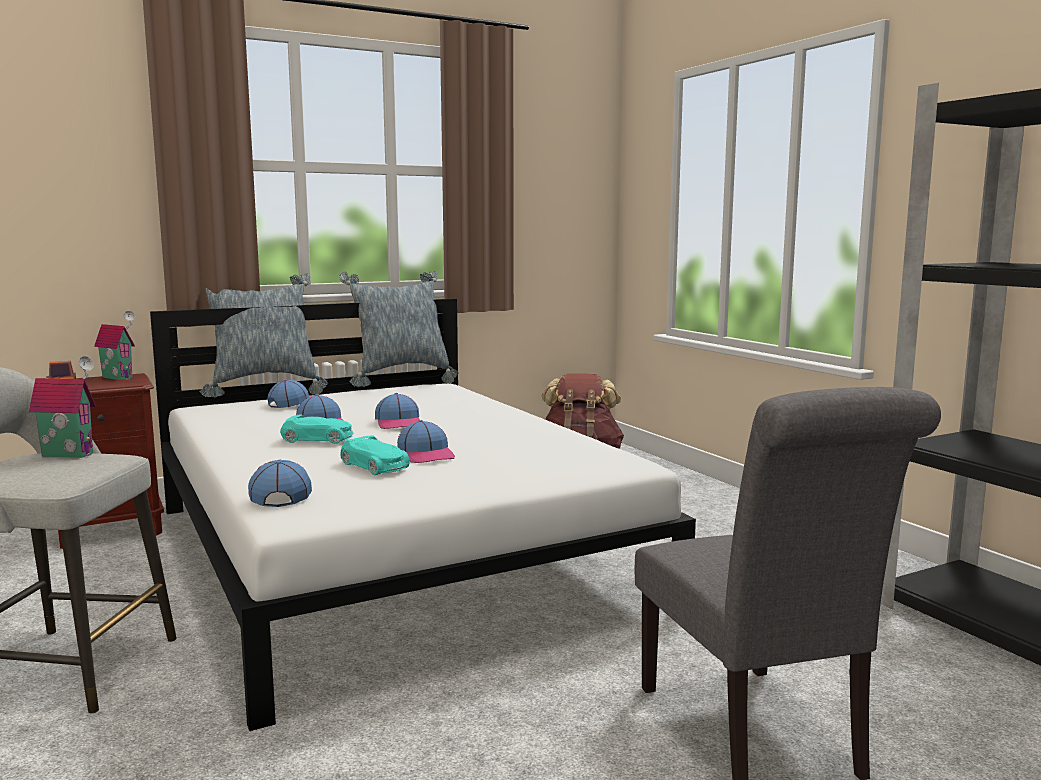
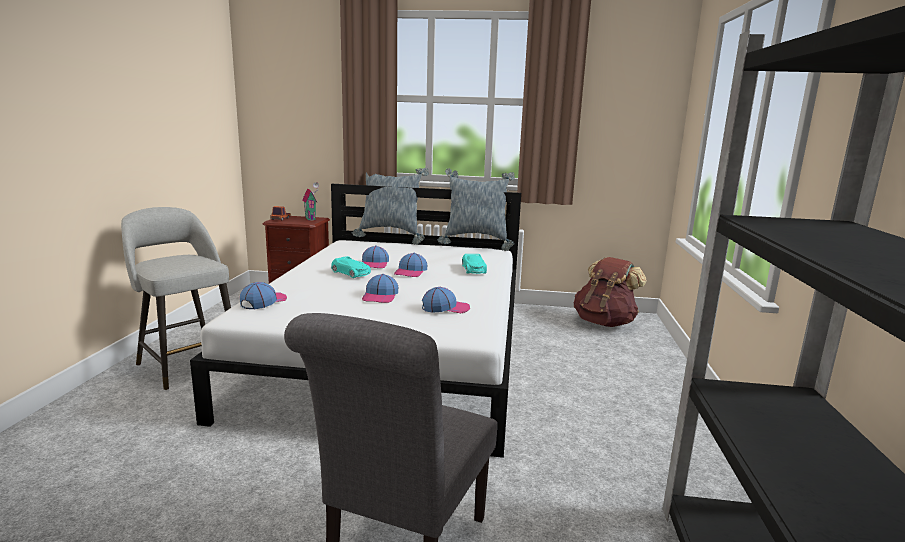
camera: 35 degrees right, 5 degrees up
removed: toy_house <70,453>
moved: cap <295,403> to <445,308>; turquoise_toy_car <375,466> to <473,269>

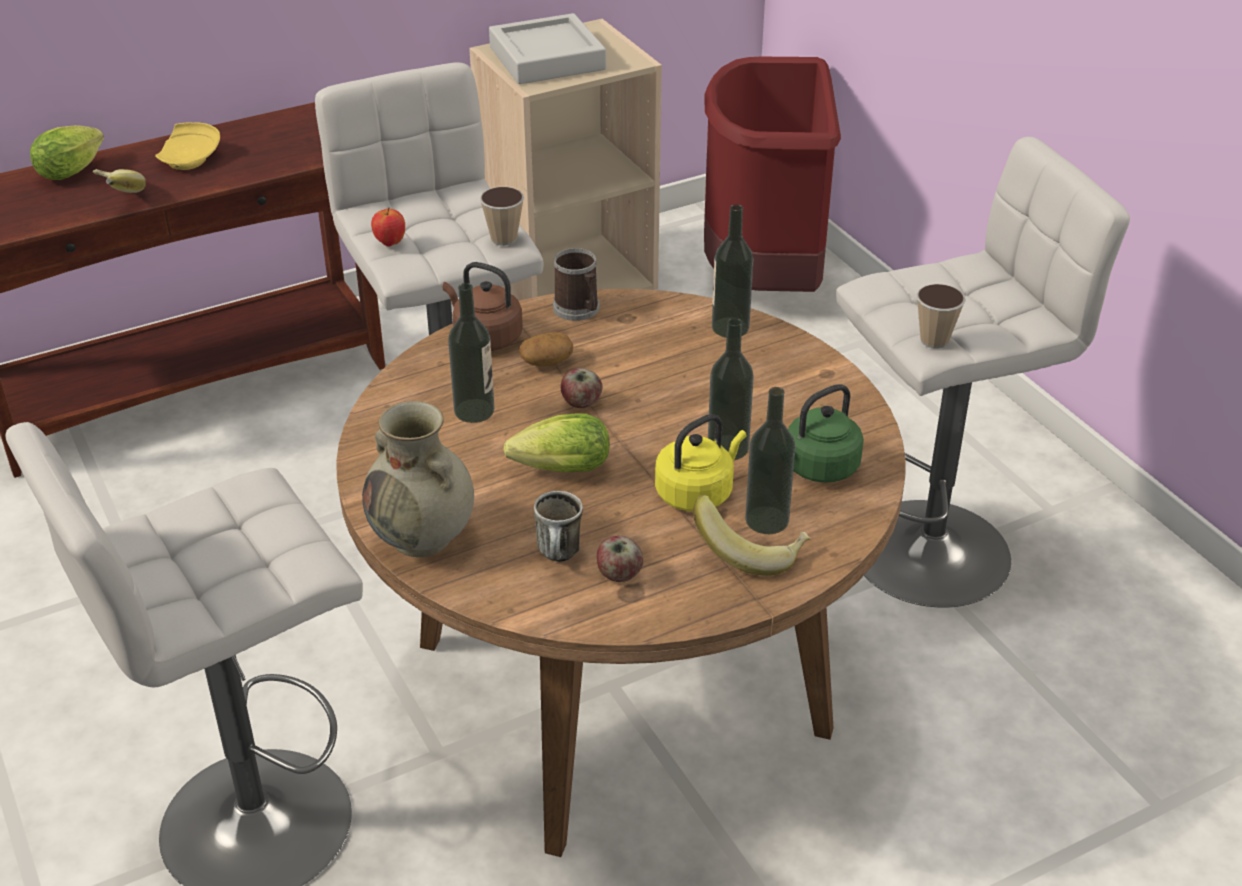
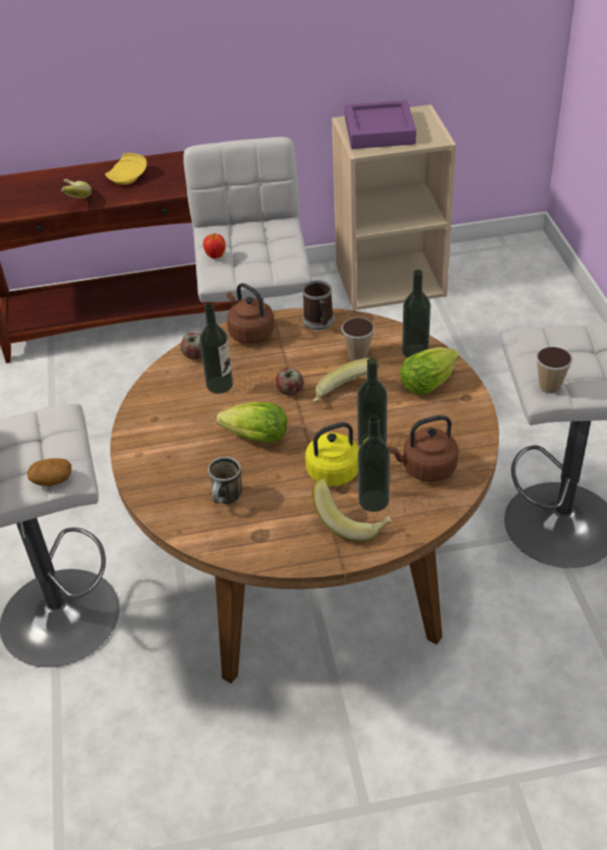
camera: 20 degrees right, 5 degrees up
removed: beige_vase <423,538>; red_trash_can <764,279>
added: banana <344,395>
moved: lettuce <74,170> to <430,382>; cup <504,239> to <358,355>; potato <546,362> to <52,480>; apple <619,575> to <195,355>
recoloured: grey_tray <547,58> to purple_tray <379,131>; green_kettle <817,468> to brown_kettle <426,468>

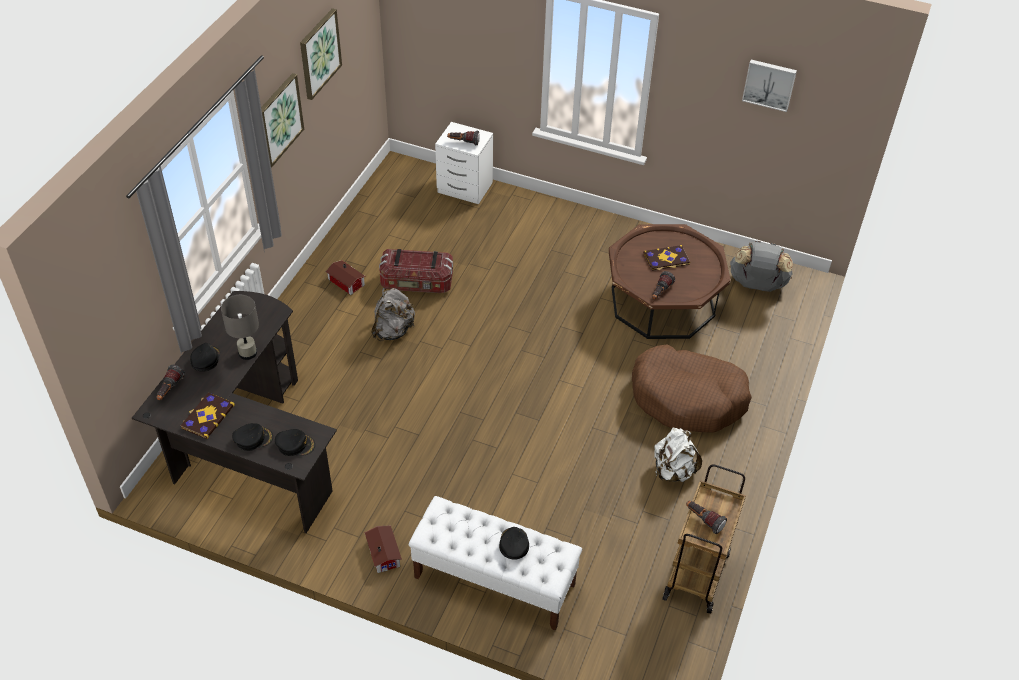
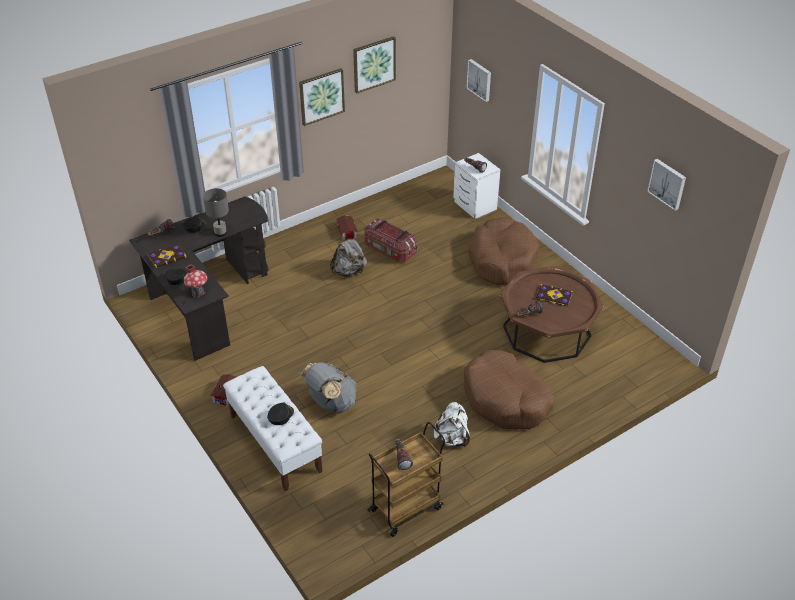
camera: 35 degrees right, 5 degrees down
added: picture <480,79>; brown_dog_bed <502,260>
moved: grey_backpack <757,285> to <331,403>
replaced: black_cap <295,445> to toy_house <198,293>

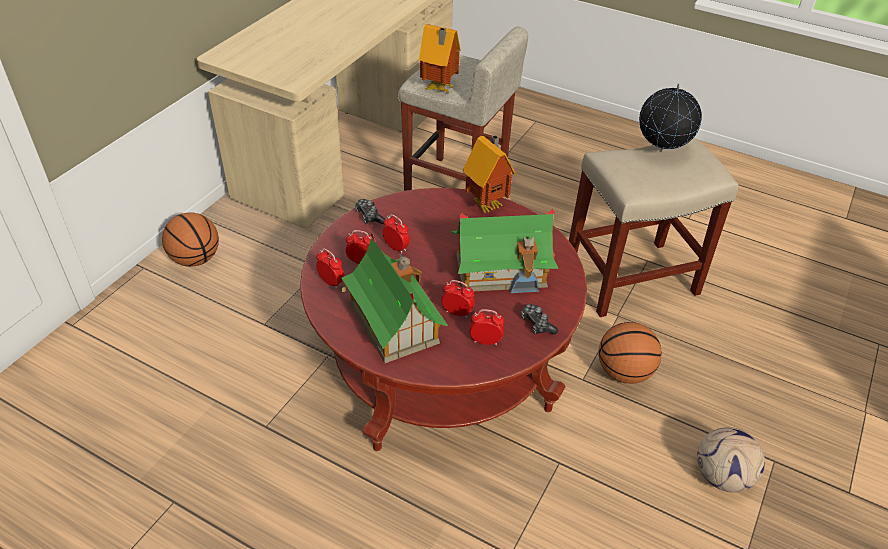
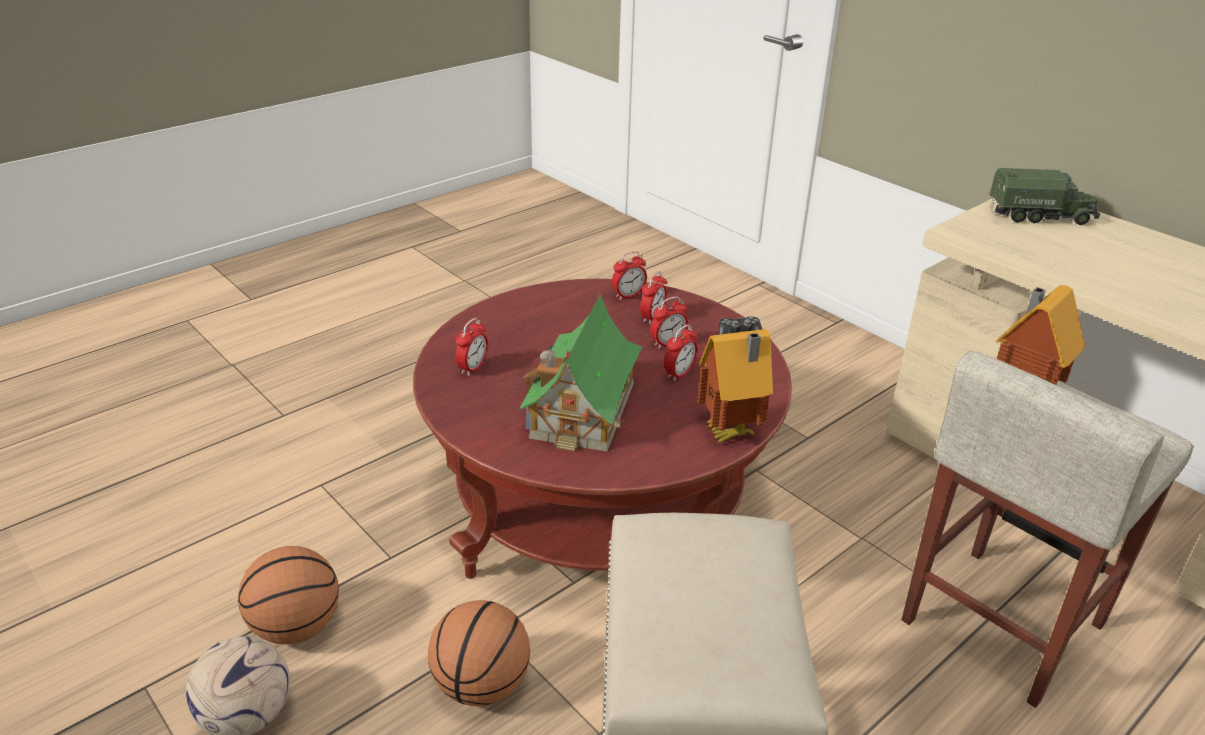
camera: 110 degrees right, 10 degrees down
removed: toy_house <393,321>; game_controller <537,324>; globe <662,151>
added: toy_truck <1040,216>
moved: basketball <196,259> to <296,627>; alarm_clock <457,313> to <679,374>

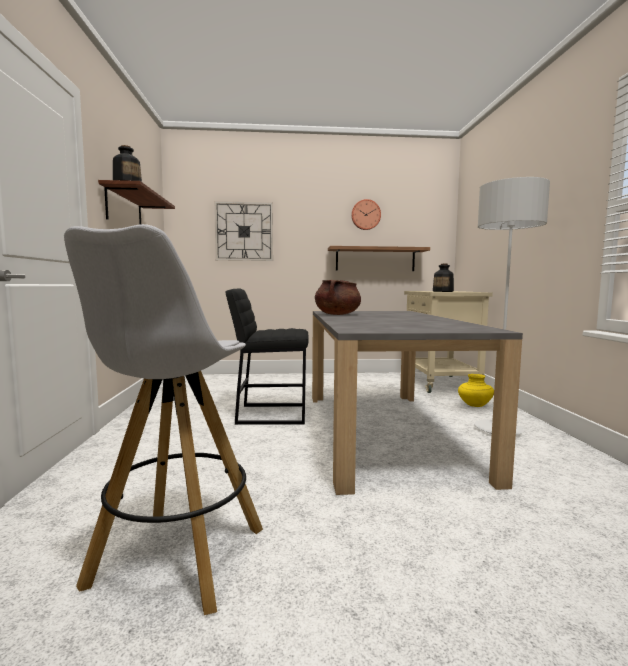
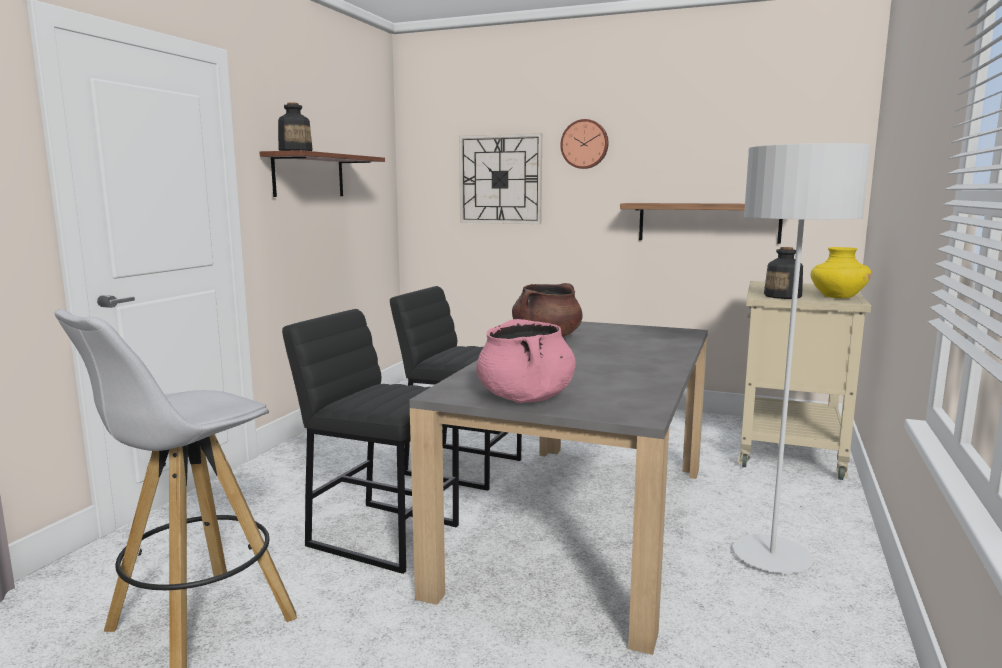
camera: 25 degrees right, 5 degrees up
added: black_chair <380,534>; pink_cooking_pot <525,398>
moved: wall_clock <365,215> to <585,144>; yellow_vase <474,405> to <837,297>

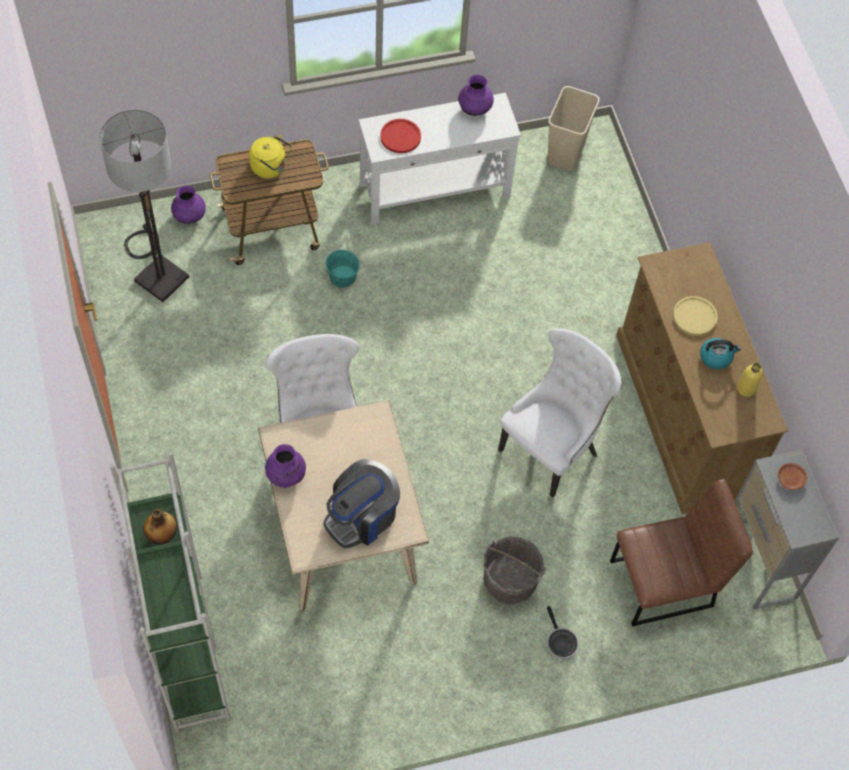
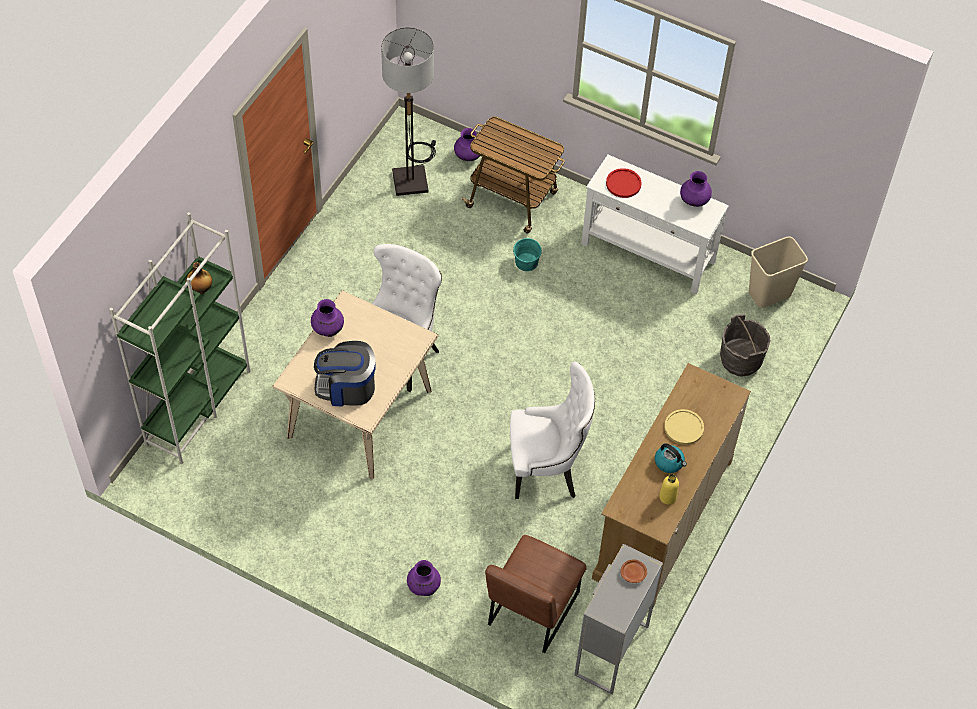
camera: 45 degrees right, 5 degrees down
removed: yellow_kettle <270,167>
moved: grey_bucket <509,582> to <740,360>
replaced: frying_pan <560,642> to purple_vase <423,587>
turned: brown_chair <665,583> = <531,610> 90 degrees clockwise

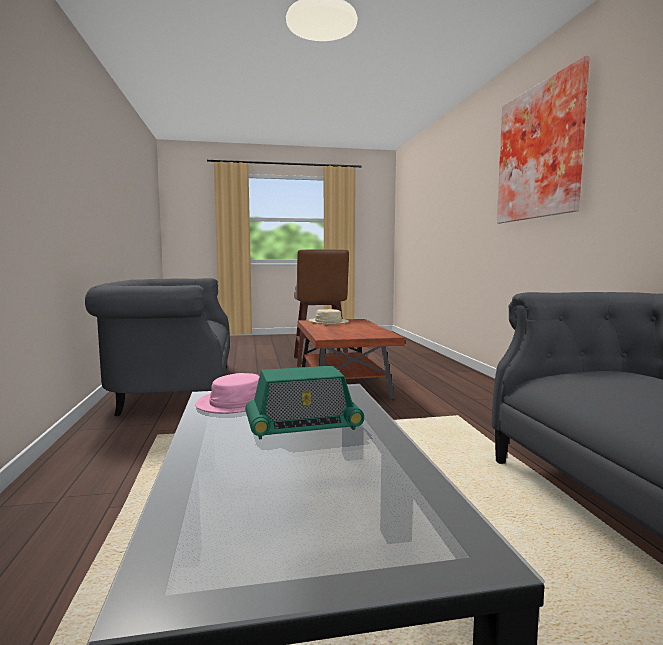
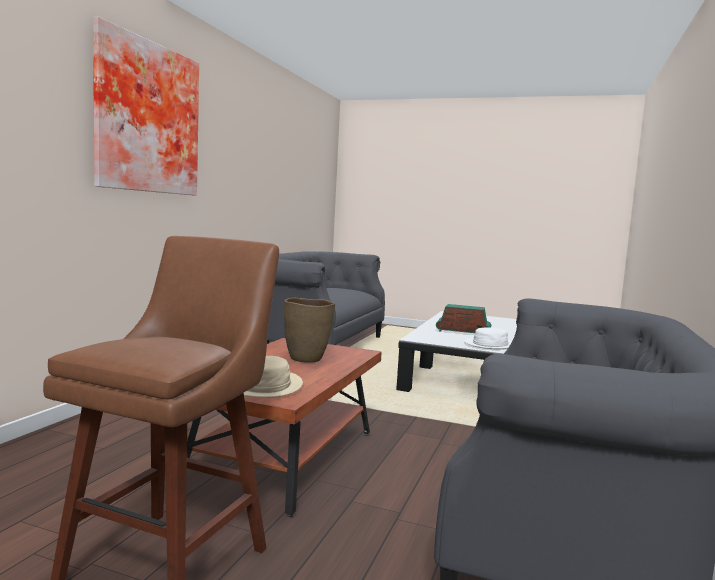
camera: 150 degrees left, 0 degrees up
added: brown_vase <306,359>
recoloured: pink_hat <238,402> to white_hat <490,344>

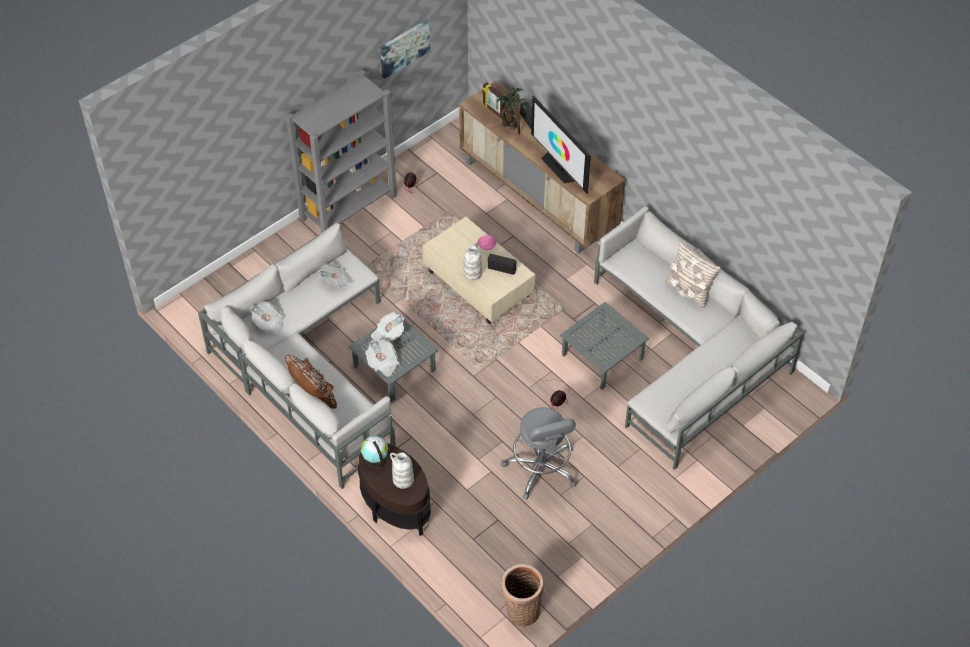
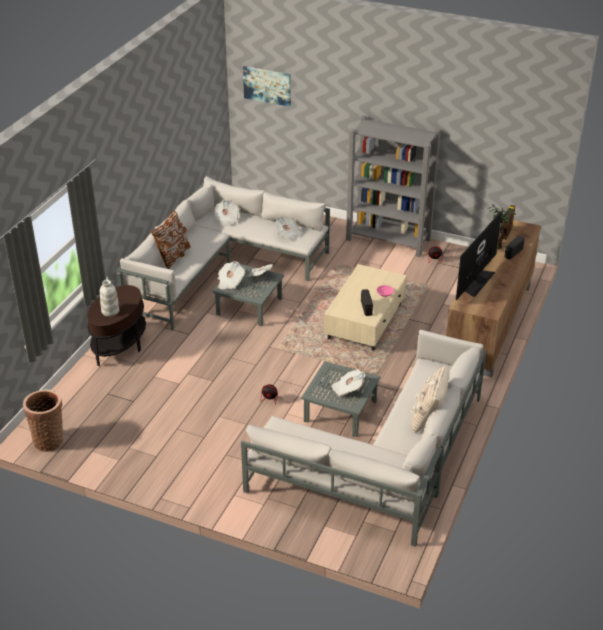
camera: 65 degrees right, 15 degrees down
removed: globe <375,460>; white_vase <472,273>; grey_stool <541,469>
added: newspaper <347,389>
moved: picture <404,48> to <267,85>

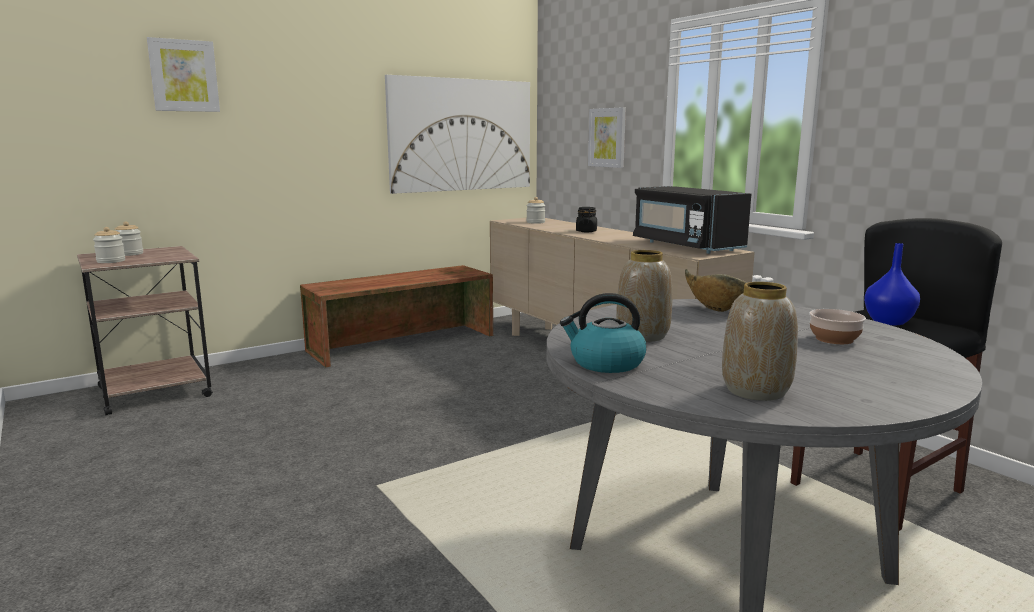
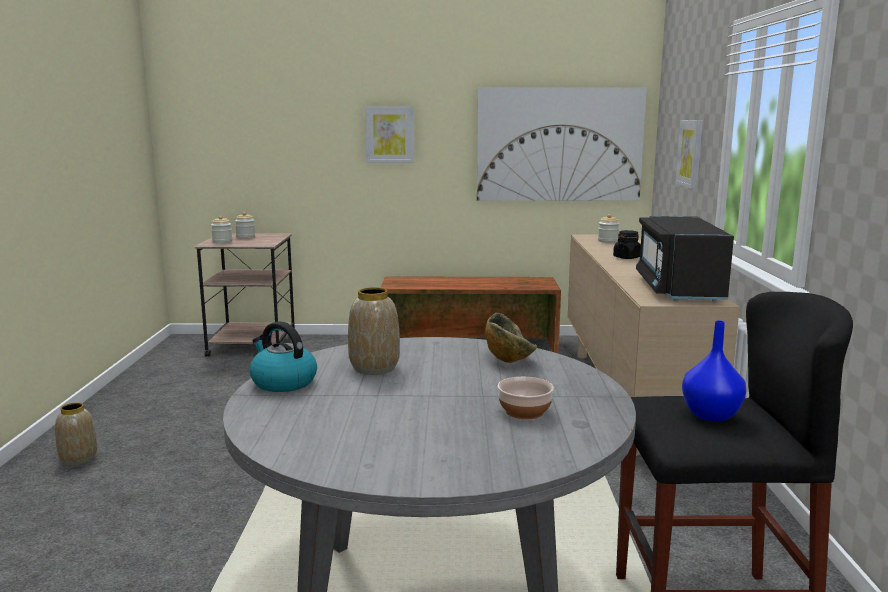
camera: 35 degrees right, 0 degrees up
moved: picture <184,76> to <389,134>; vase <756,391> to <79,459>

